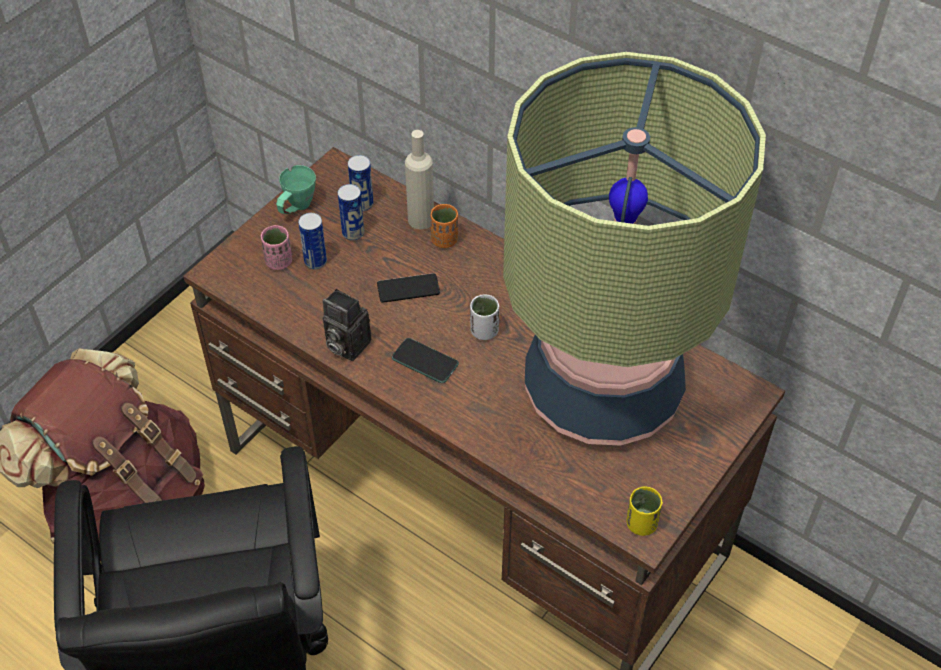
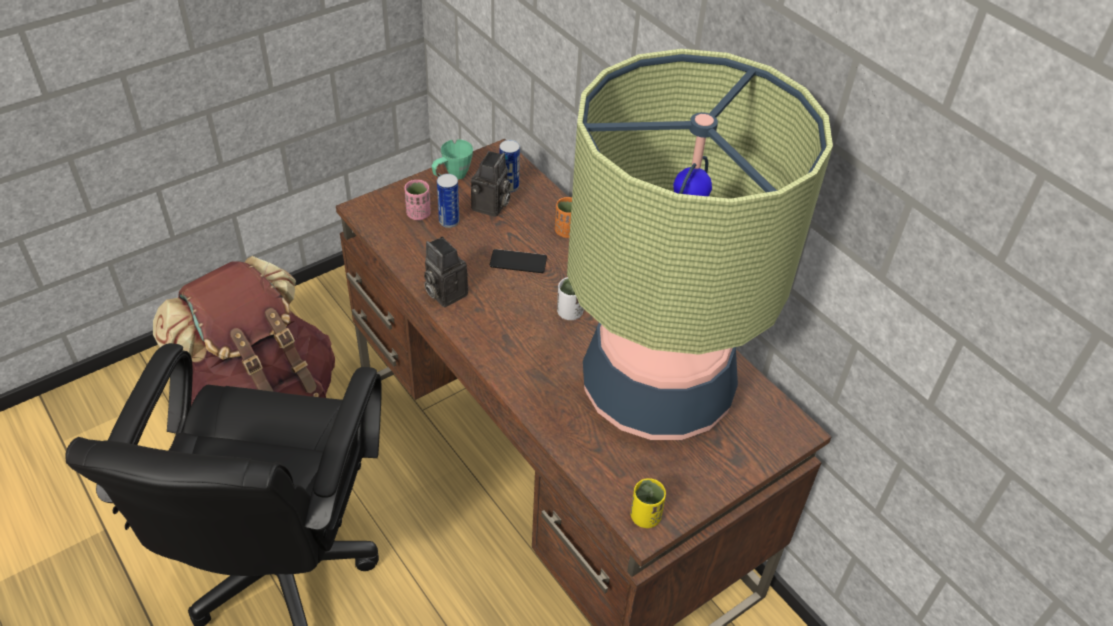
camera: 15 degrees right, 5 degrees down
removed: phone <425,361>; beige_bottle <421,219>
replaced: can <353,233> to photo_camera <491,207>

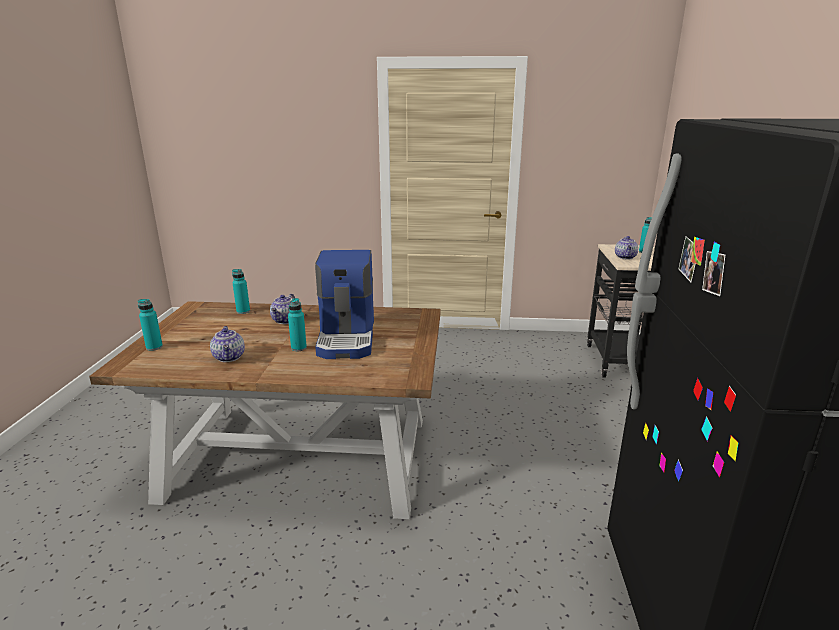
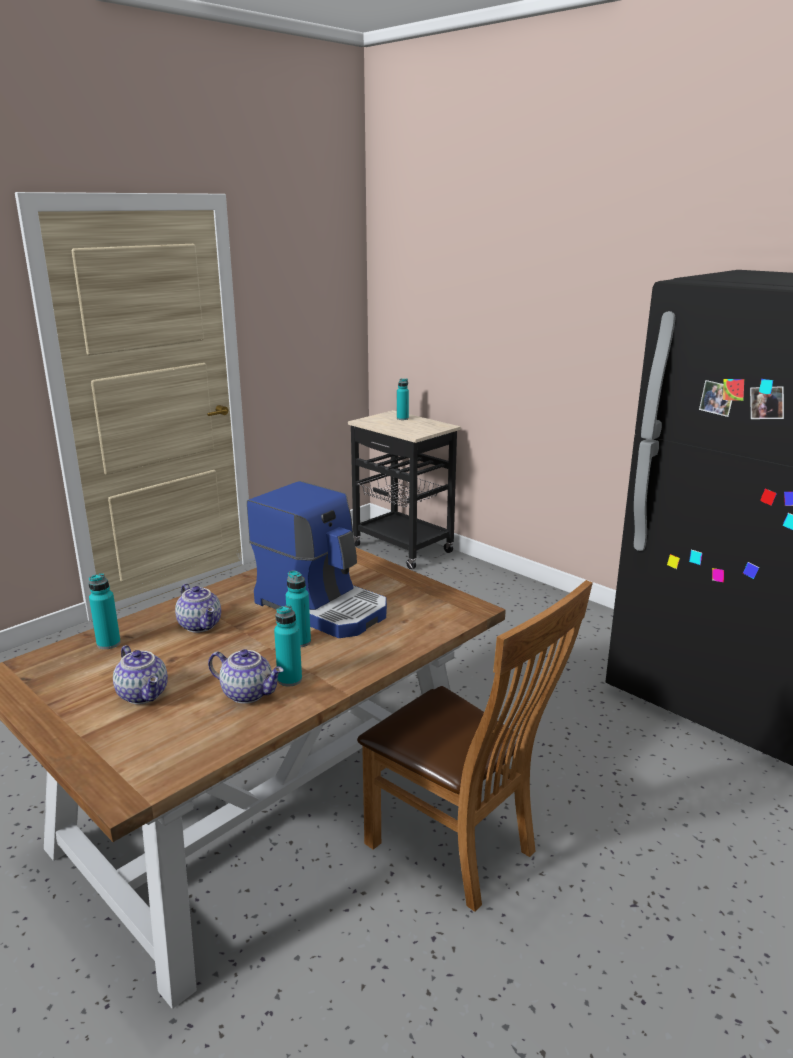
camera: 50 degrees left, 0 degrees up
added: brown_chair <459,850>
moved: turquoise_bottle <154,347> to <289,679>; teapot <625,257> to <144,694>

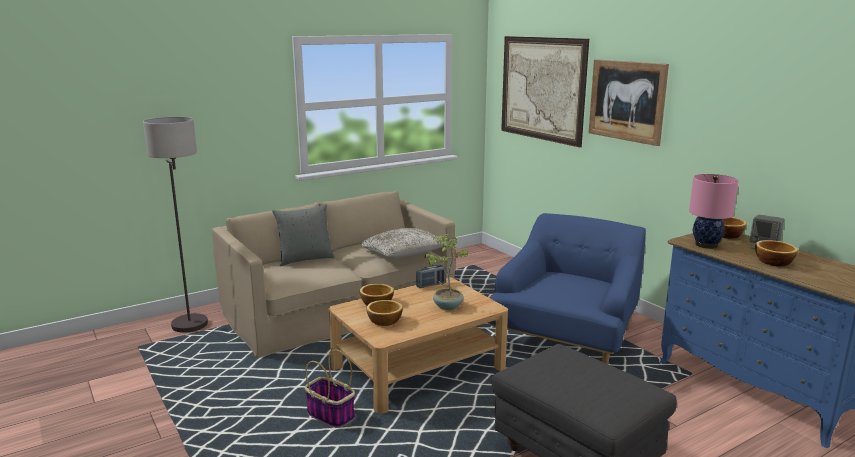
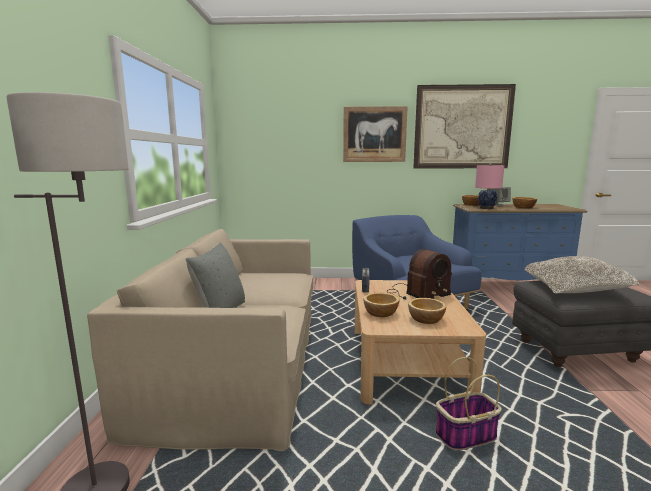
camera: 55 degrees left, 5 degrees down
moved: beige_pillow <403,255> to <573,287>; picture <542,89> to <462,127>
replaced: potted_plant <447,306> to radio <416,293>

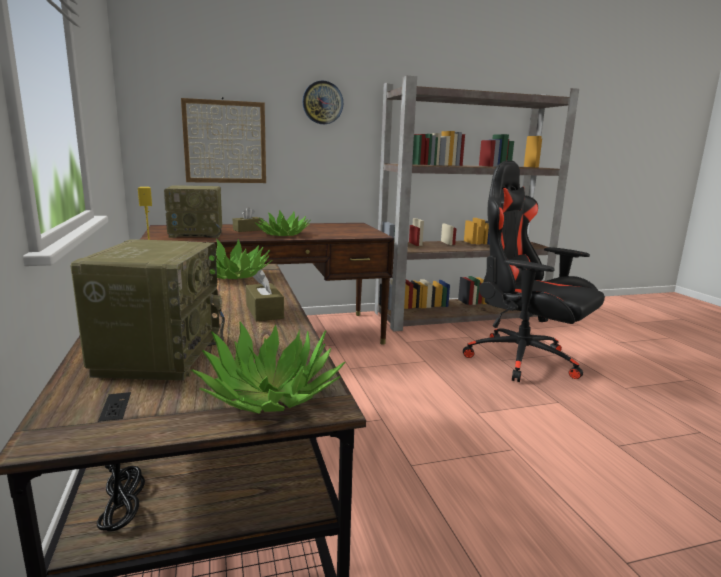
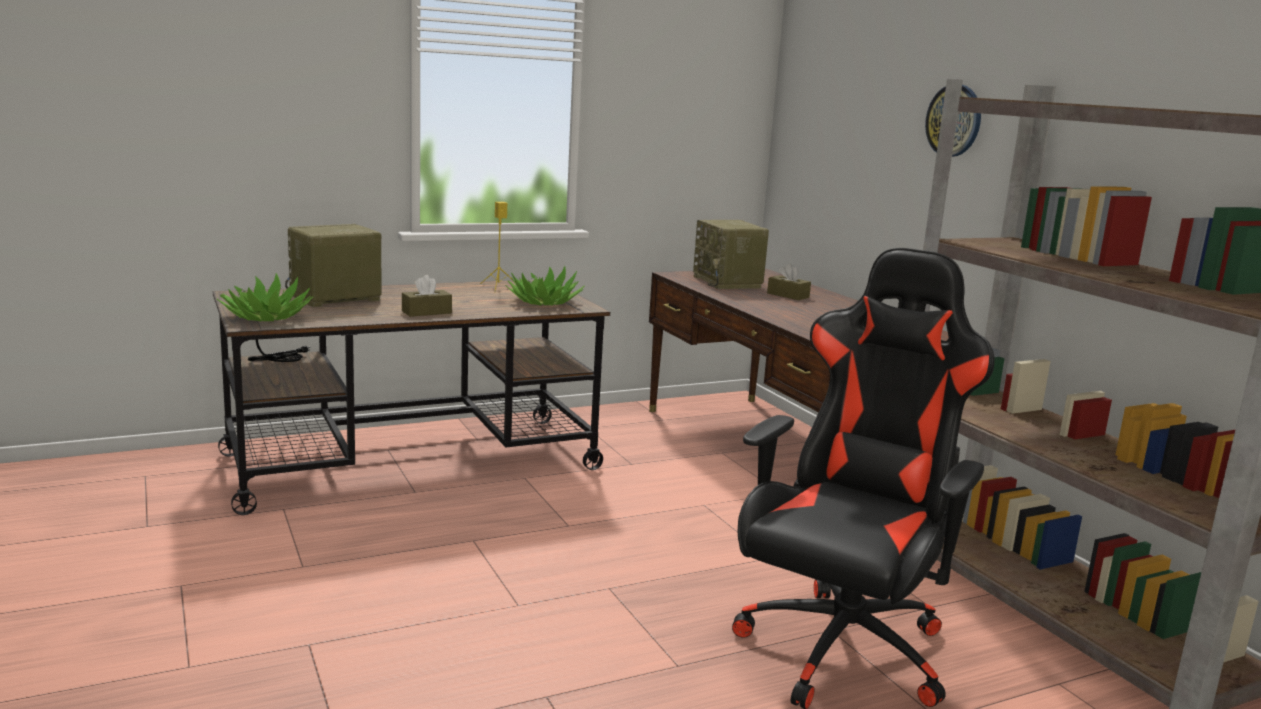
camera: 80 degrees right, 0 degrees up
removed: picture <225,140>; potted_plant <283,234>
turned: radio <159,354> = <334,298> 150 degrees clockwise

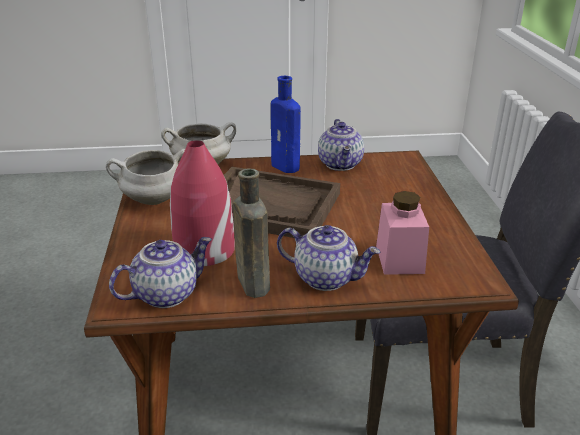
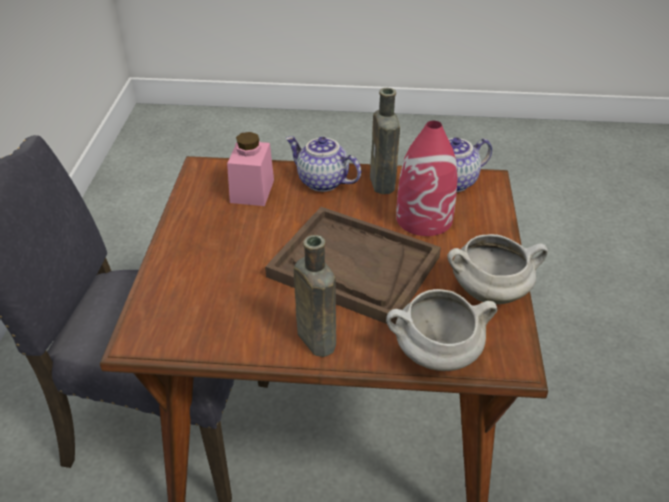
camera: 170 degrees left, 10 degrees up
removed: teapot <341,164>
recoloured: blue_bottle <287,167> to brown_bottle <314,338>

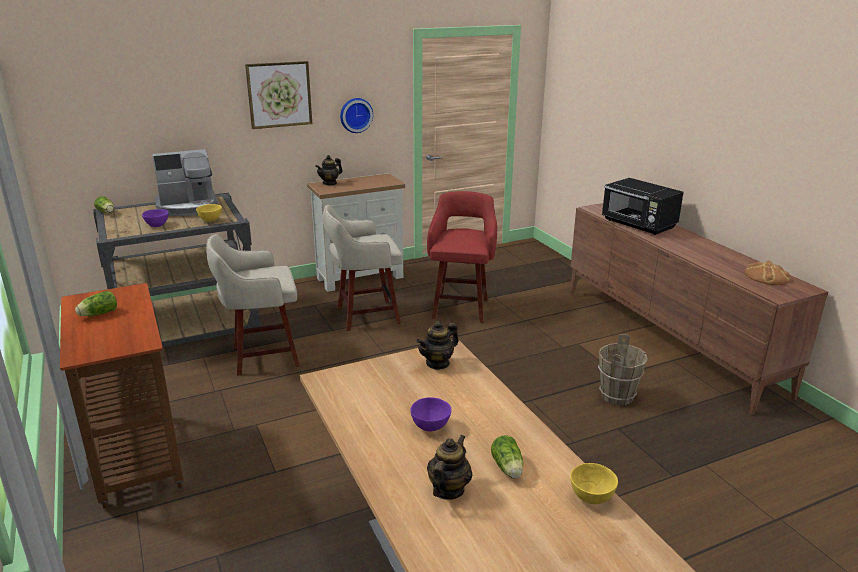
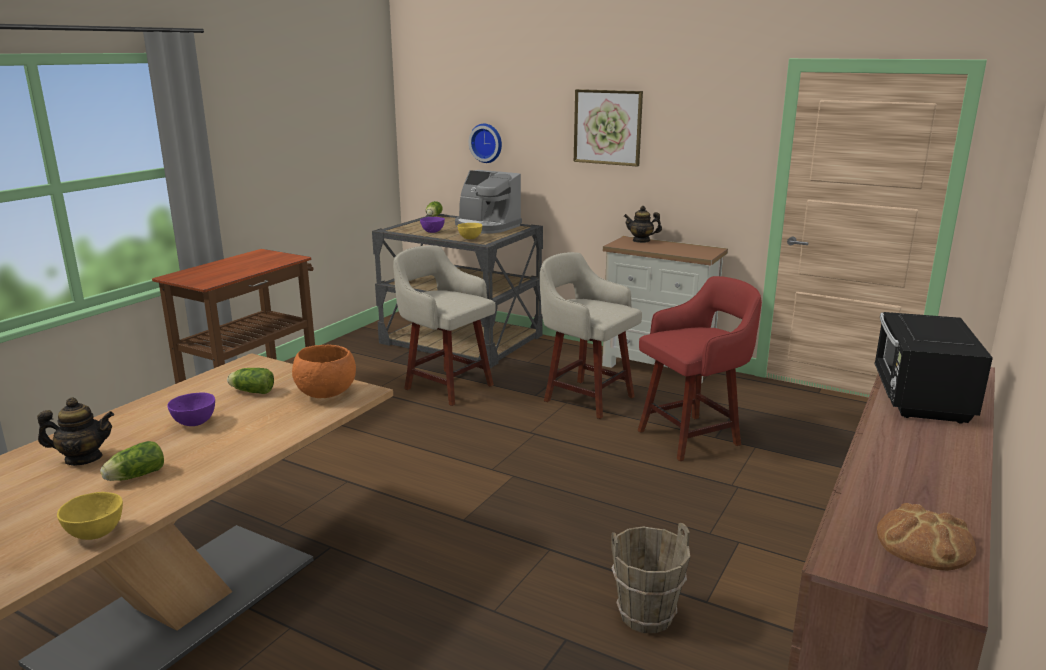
camera: 55 degrees right, 5 degrees down
moved: lettuce <97,314> to <251,391>; wall_clock <355,115> to <487,143>
replaced: teapot <438,363> to orange_bowl <326,394>

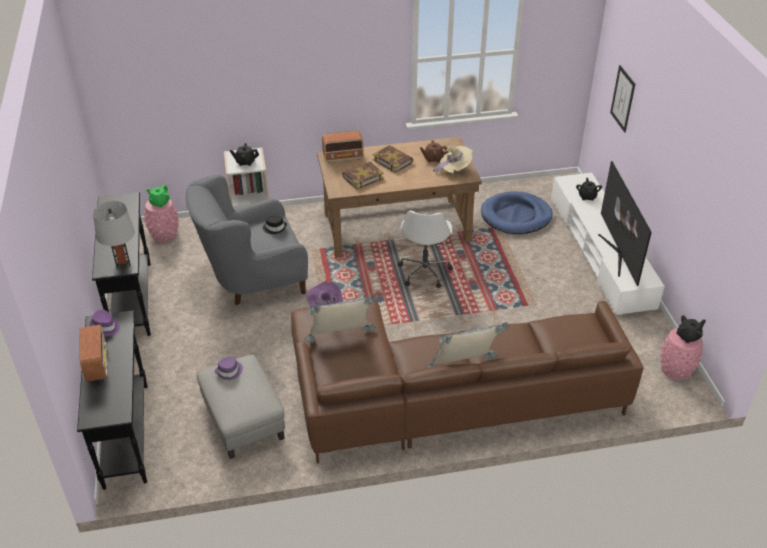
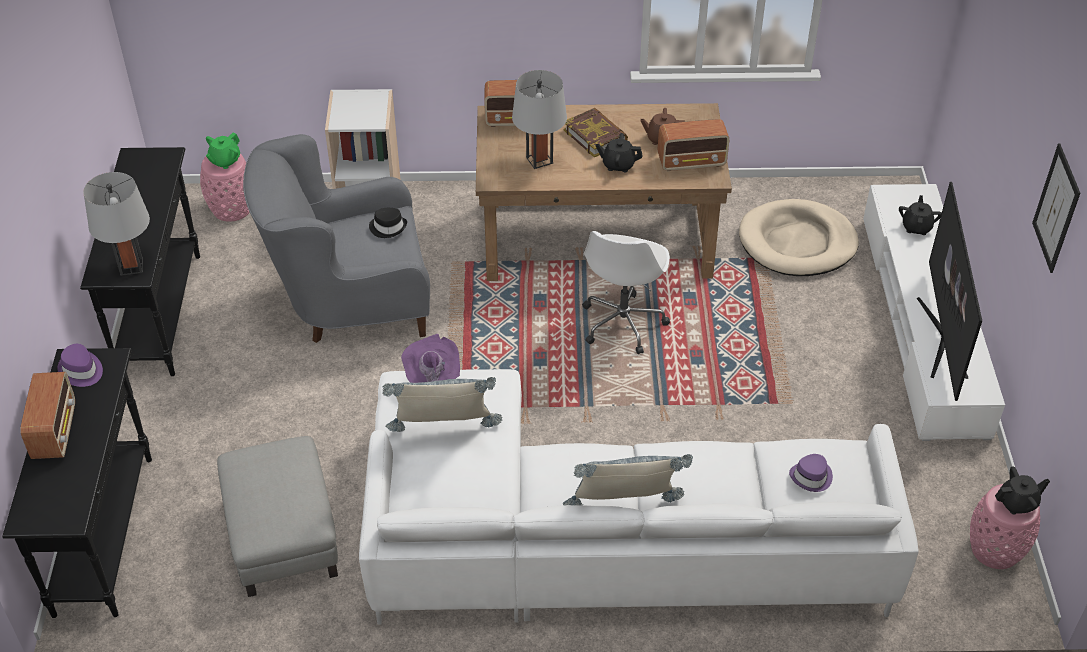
camera: 10 degrees right, 5 degrees up
moved: purple_hat <229,371> to <811,477>; black_teapot <245,162> to <618,165>; picture <622,98> to <1056,208>
replaced: book <362,177> to grey_table_lamp <539,160>; beige_hat <454,169> to radio <692,162>
recoloured: brown_sofa <443,396> to white_sofa <601,542>; blue_dog_bed <516,216> to beige_dog_bed <797,242>

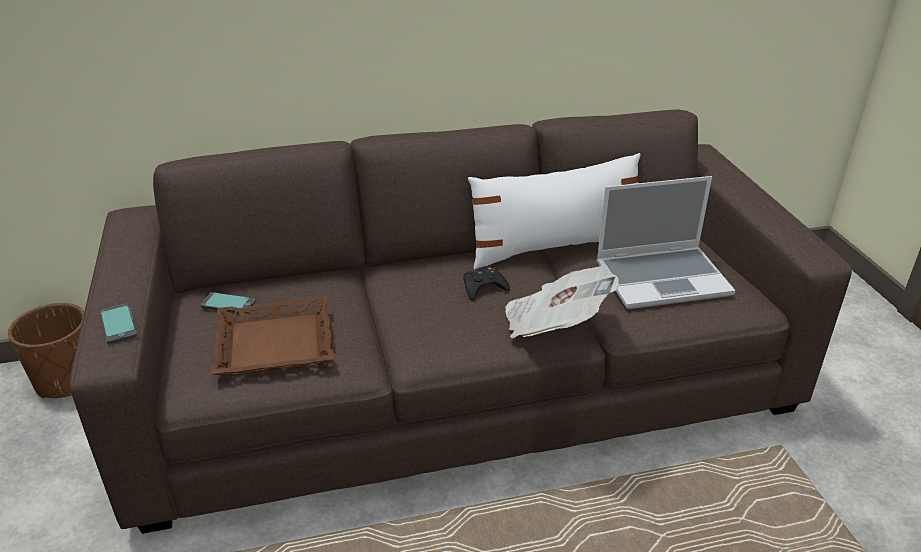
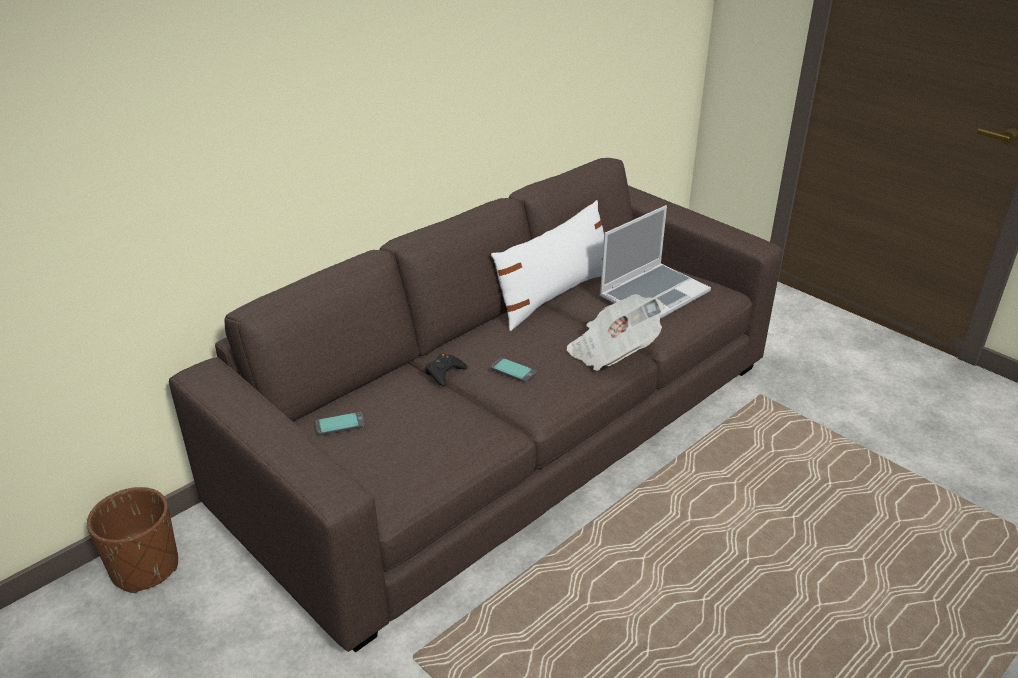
camera: 30 degrees left, 0 degrees up
removed: brown_tray <275,345>
moved: phone <119,324> to <513,371>; black_game_controller <483,287> to <444,373>

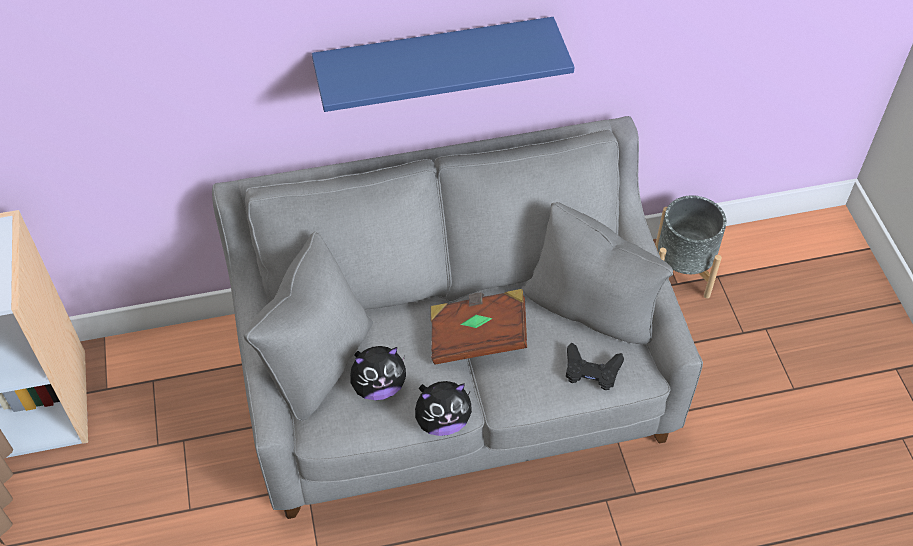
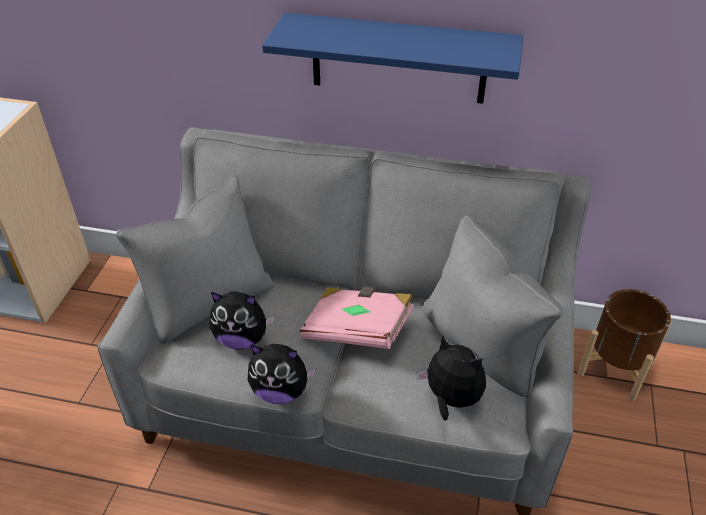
camera: 25 degrees right, 10 degrees down
replaced: black_game_controller <591,370> to plush_toy <450,399>
recoloured: brown_book <477,337> to pink_book <357,330>; grey_planter <681,271> to brown_planter <614,368>

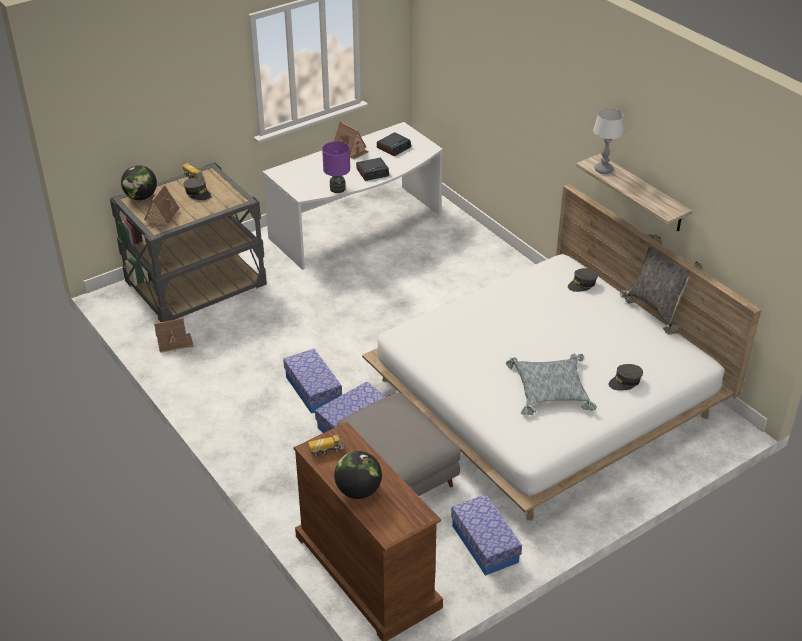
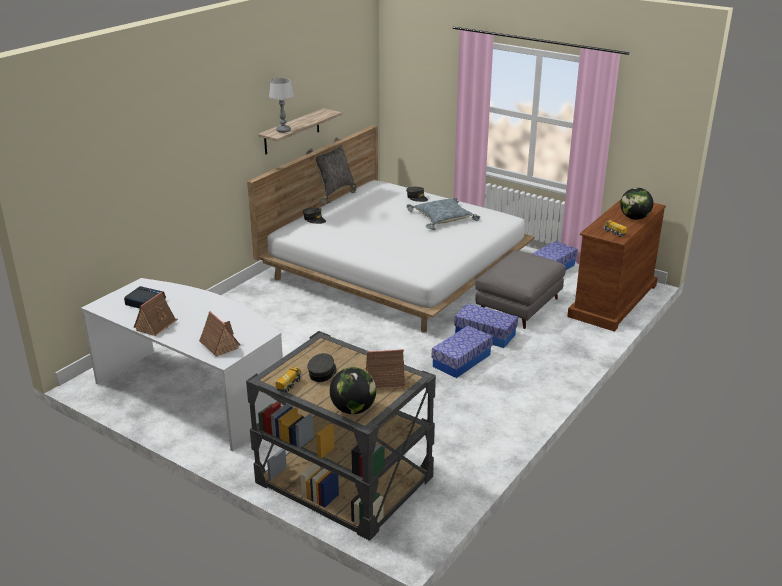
camera: 110 degrees left, 10 degrees down
removed: purple_table_lamp <337,189>; alarm_clock <372,172>
moved: toy_house <174,343> to <218,345>

